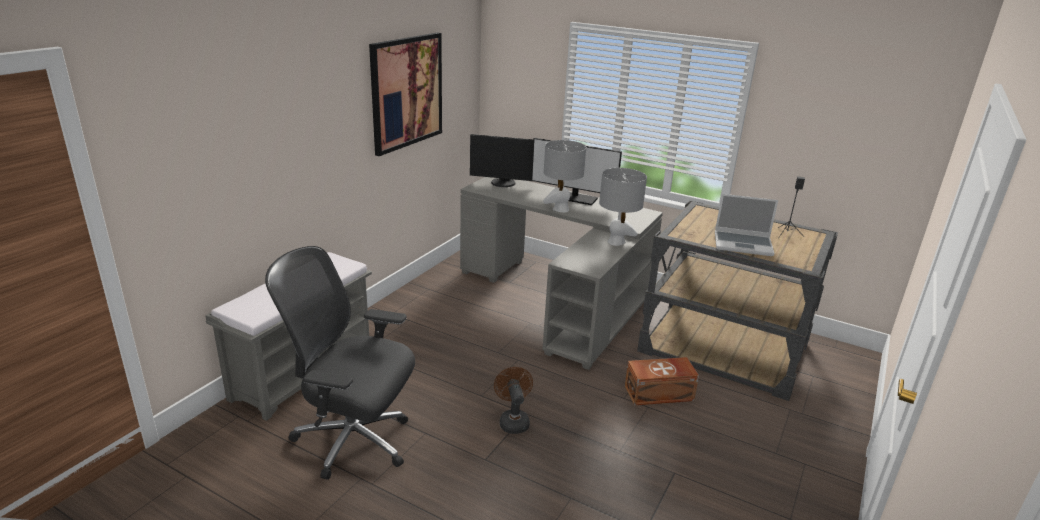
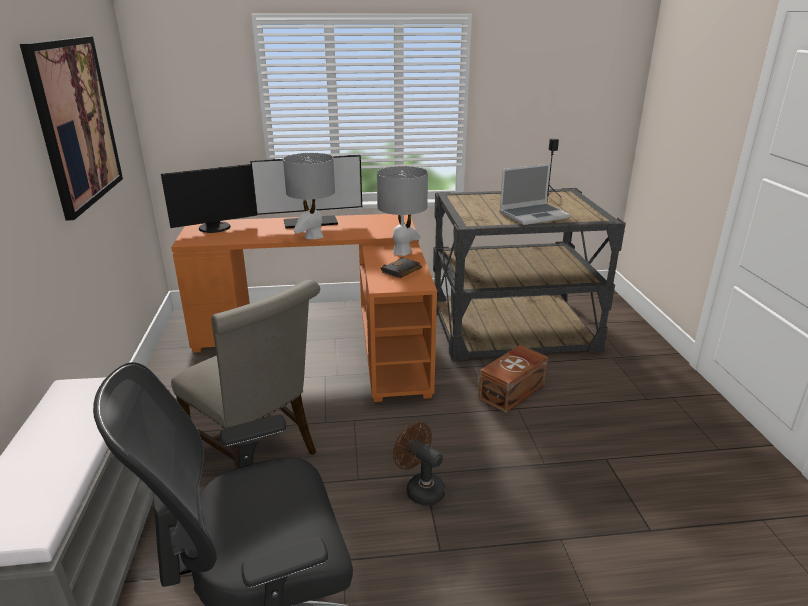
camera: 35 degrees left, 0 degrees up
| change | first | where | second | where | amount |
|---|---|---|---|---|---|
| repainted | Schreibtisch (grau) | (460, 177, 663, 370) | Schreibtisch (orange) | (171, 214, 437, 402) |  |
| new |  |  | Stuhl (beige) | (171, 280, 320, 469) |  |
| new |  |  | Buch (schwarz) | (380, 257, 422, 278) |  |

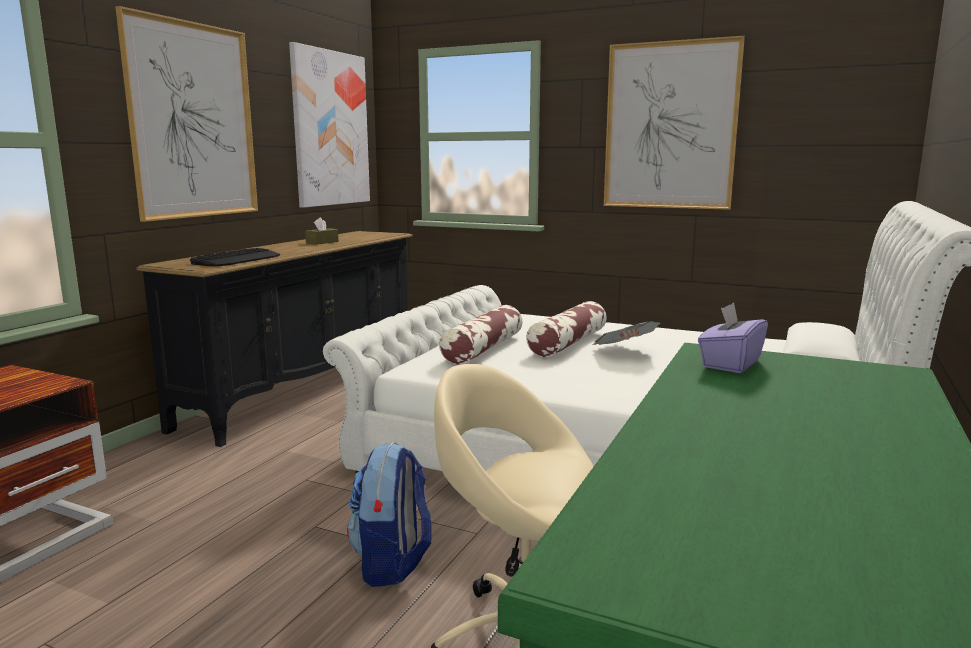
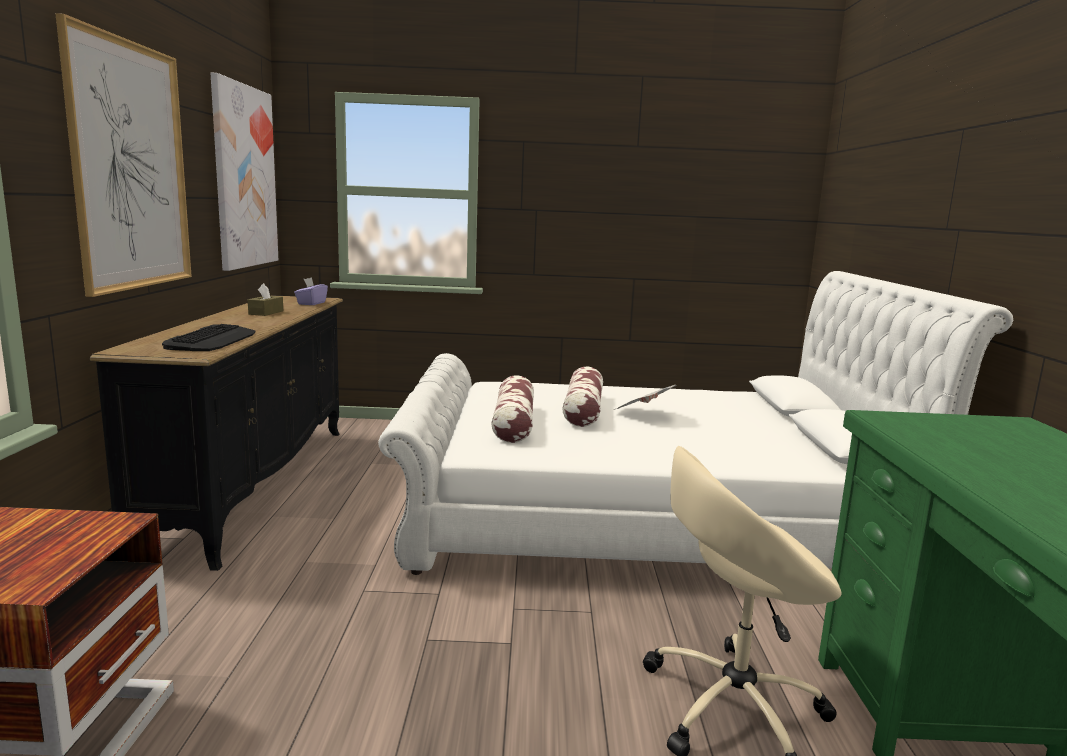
camera: 25 degrees left, 0 degrees up
| change | first | where | second | where | amount |
|---|---|---|---|---|---|
| shifted | Taschentuchbox (lila) | (698, 302, 768, 373) |  | (294, 277, 328, 305) |  |
| gone | Rucksack | (347, 442, 432, 587) |  |  |  |
| gone | Bild | (604, 36, 745, 210) |  |  |  |

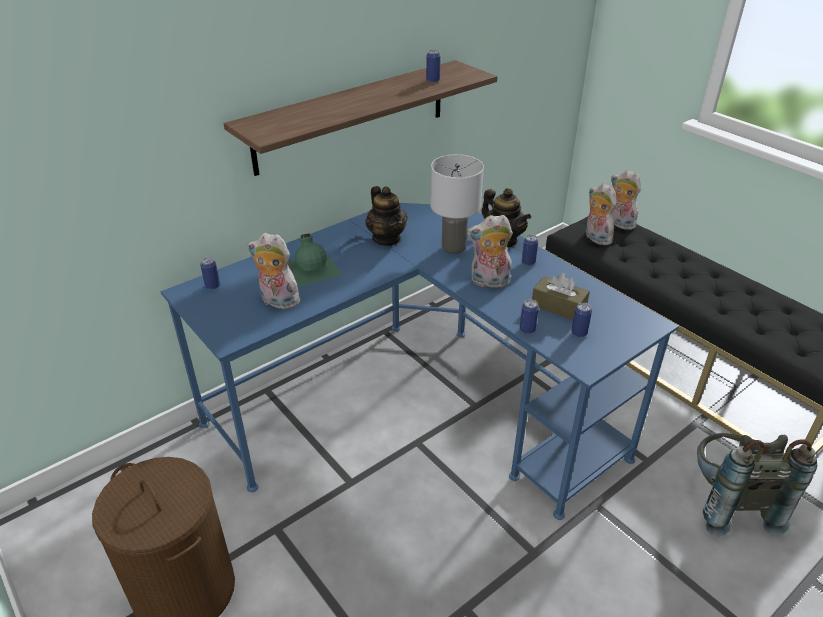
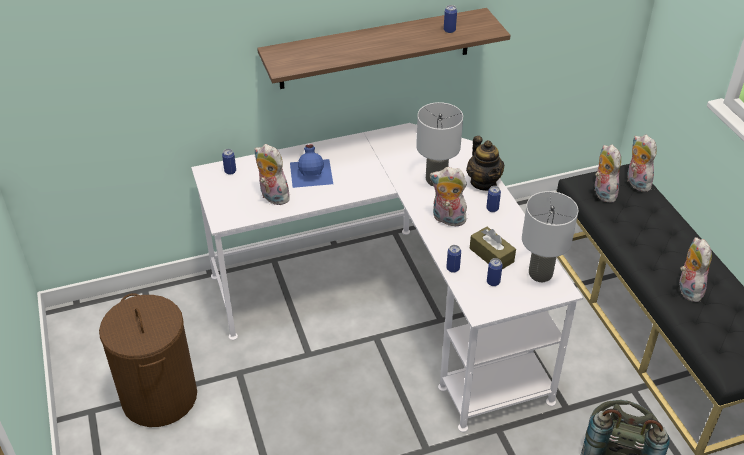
camera: 20 degrees right, 5 degrees up
| change | first | where | second | where | amount |
|---|---|---|---|---|---|
| repainted | Schreibtisch (blau) | (161, 203, 679, 520) | Schreibtisch (weiß) | (191, 123, 583, 432) |  |
| repainted | Flasche (grün) | (288, 233, 342, 287) | Flasche (blau) | (290, 145, 333, 188) |  |
| new |  |  | Tischlampe (weiß) | (522, 191, 578, 282) |  |
| new |  |  | Plüschtier | (678, 237, 712, 302) |  |
| gone | Teekanne | (366, 186, 408, 246) |  |  |  |

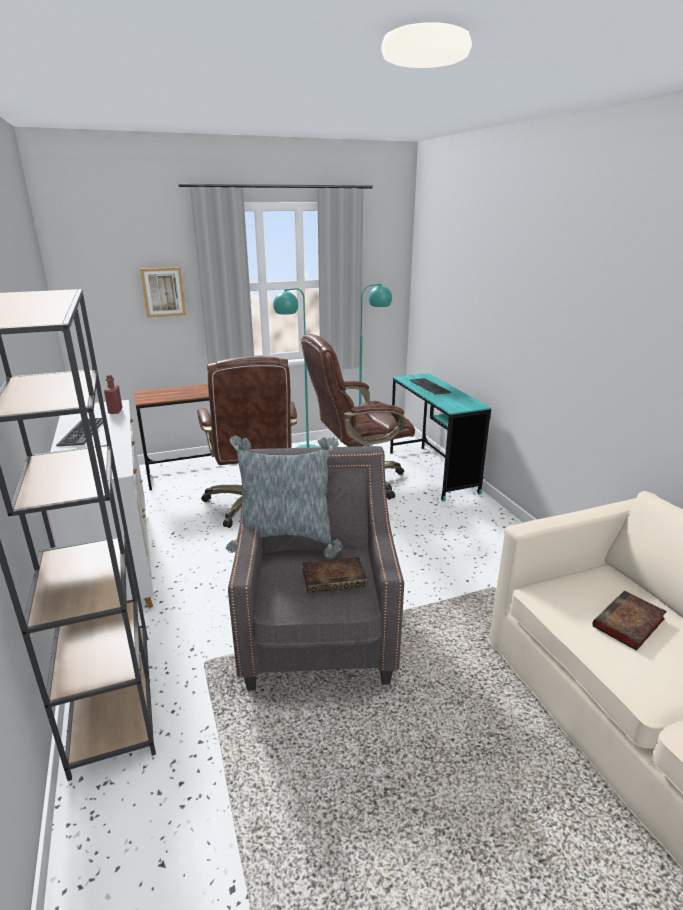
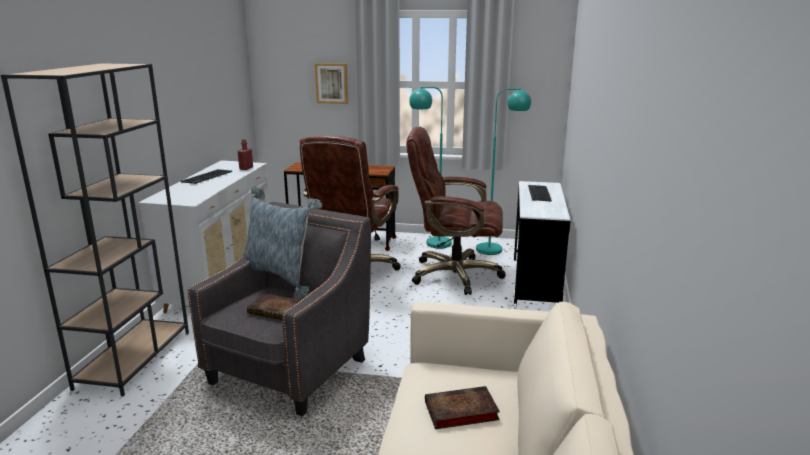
camera: 30 degrees right, 5 degrees down
| change | first | where | second | where | amount |
|---|---|---|---|---|---|
| repainted | Schreibtisch (türkis) | (390, 373, 491, 501) | Schreibtisch (weiß) | (514, 181, 571, 309) |  |

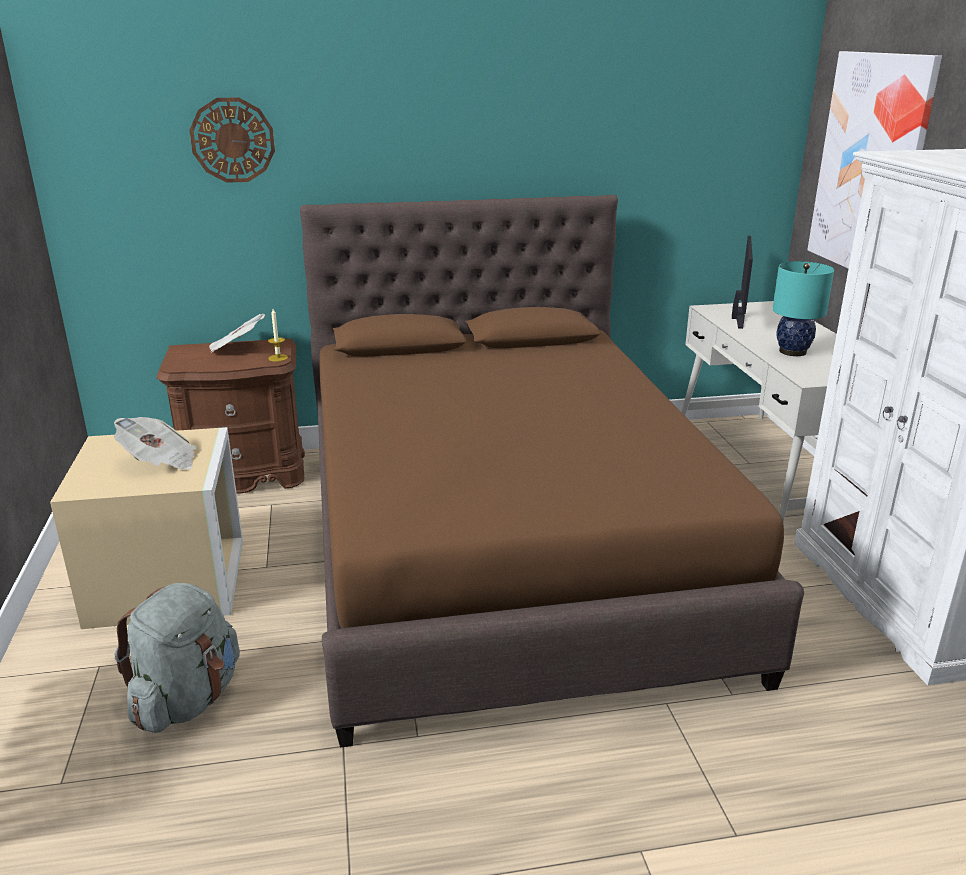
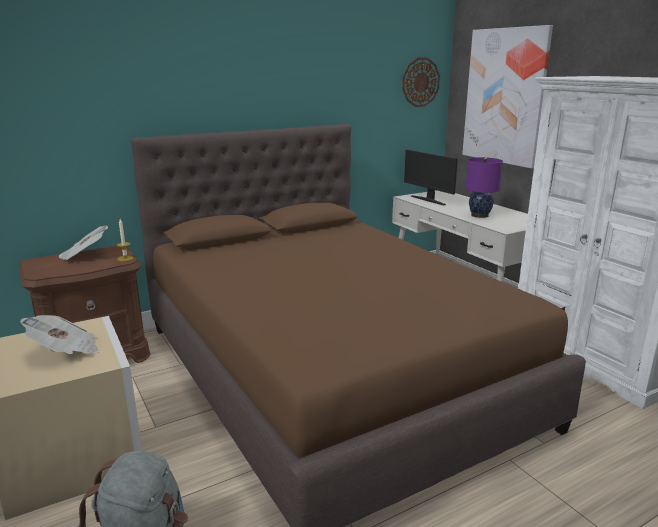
camera: 20 degrees left, 5 degrees down
| change | first | where | second | where | amount |
|---|---|---|---|---|---|
| shifted | Wanduhr | (189, 98, 275, 183) |  | (402, 58, 440, 107) |  |
| rotated | Monitor | (732, 236, 753, 329) |  | (404, 150, 458, 206) | 150 degrees clockwise |
| repainted | Tischlampe (türkis) | (773, 261, 834, 356) | Tischlampe (lila) | (465, 157, 503, 218) |  |

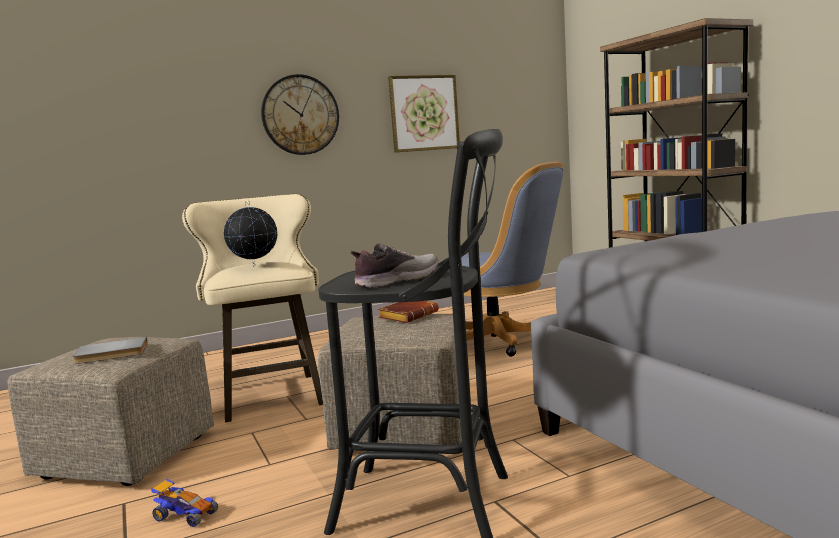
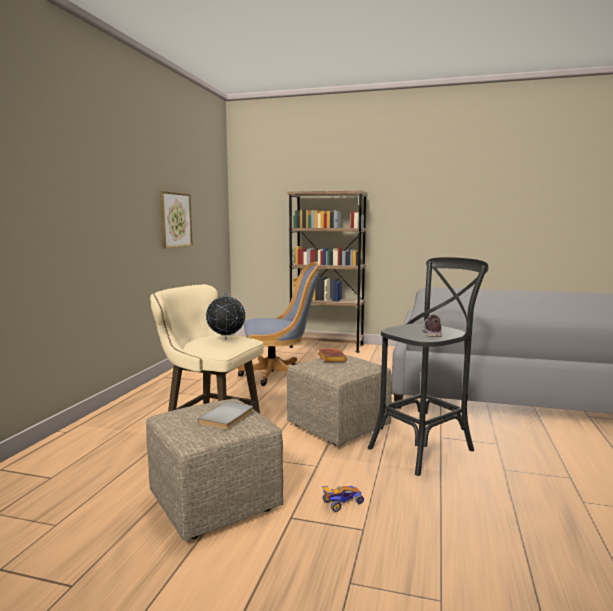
camera: 50 degrees left, 0 degrees up
| change | first | where | second | where | amount |
|---|---|---|---|---|---|
| gone | Wanduhr | (261, 74, 339, 155) |  |  |  |

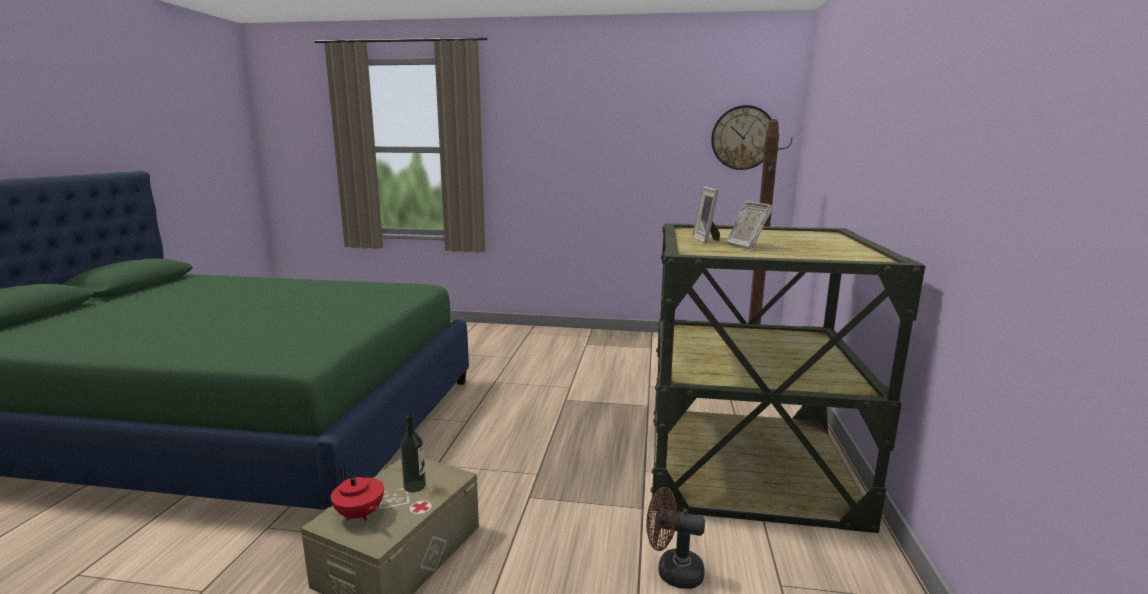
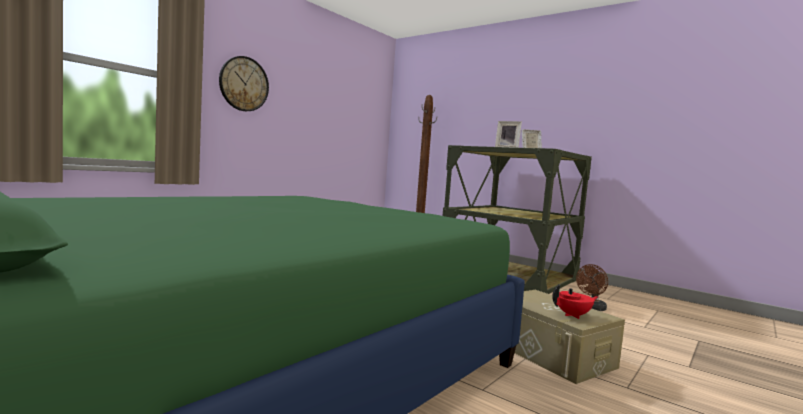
camera: 60 degrees left, 10 degrees down
| change | first | where | second | where | amount |
|---|---|---|---|---|---|
| shifted | Wanduhr | (711, 105, 771, 170) |  | (219, 56, 269, 111) |  |
| gone | Flasche | (400, 413, 426, 493) |  |  |  |

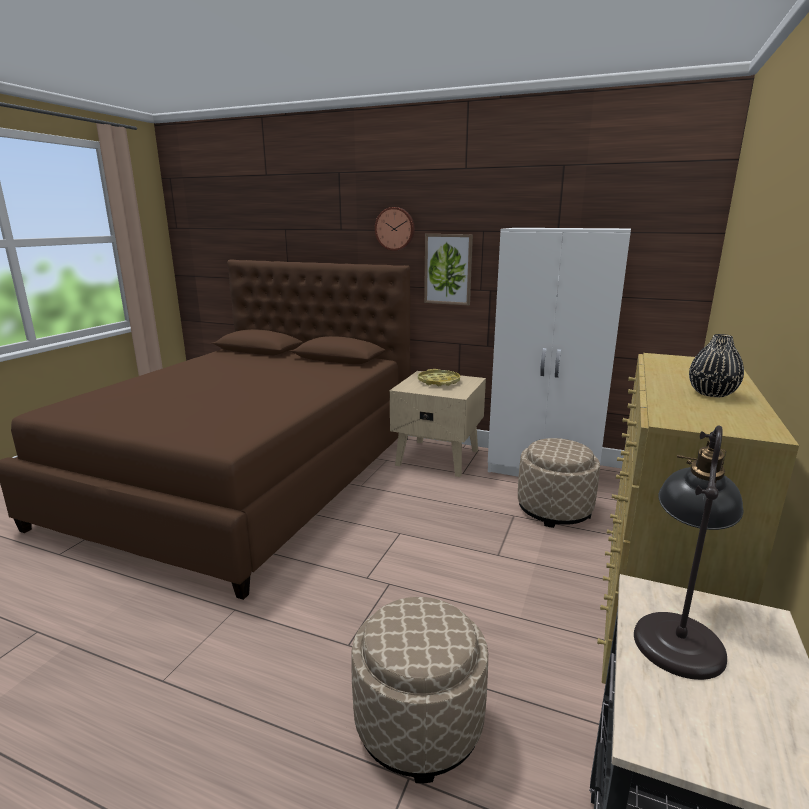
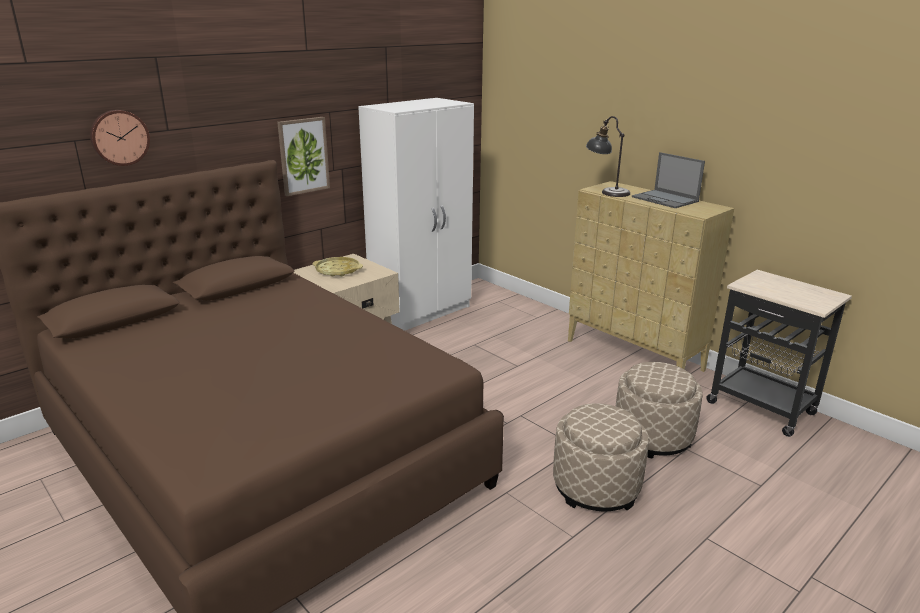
camera: 65 degrees left, 5 degrees up
| change | first | where | second | where | amount |
|---|---|---|---|---|---|
| shifted | Wanduhr | (375, 207, 415, 251) |  | (90, 110, 150, 166) |  |
| shifted | Polsterhocker (beige) | (518, 438, 600, 528) |  | (553, 403, 649, 511) |  |
| shifted | Tischlampe (grau) | (634, 425, 744, 680) |  | (586, 116, 630, 197) |  |
| swapped | Vase (schwarz) | (689, 334, 744, 397) | Laptop | (632, 152, 705, 208) |  |

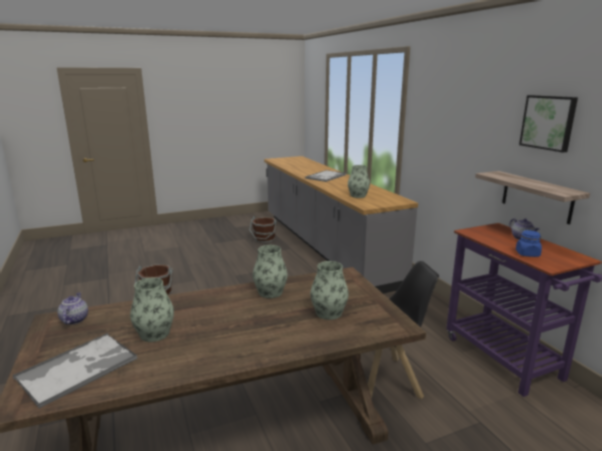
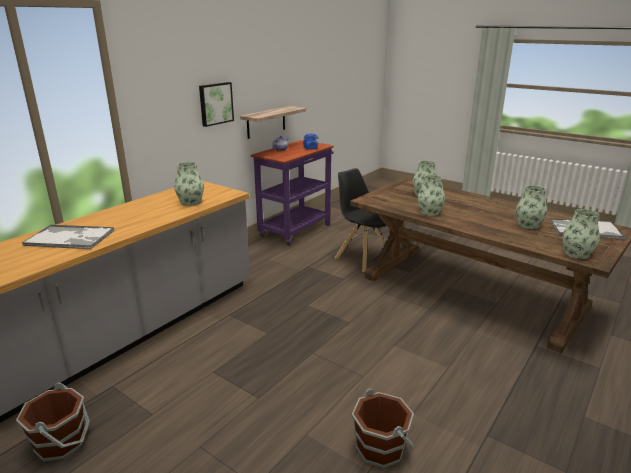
camera: 120 degrees left, 5 degrees up
| change | first | where | second | where | amount |
|---|---|---|---|---|---|
| shifted | Bild | (519, 95, 578, 153) |  | (199, 82, 234, 127) |  |
| swapped | Teekanne | (58, 293, 88, 325) | Vase | (563, 209, 600, 259) |  |

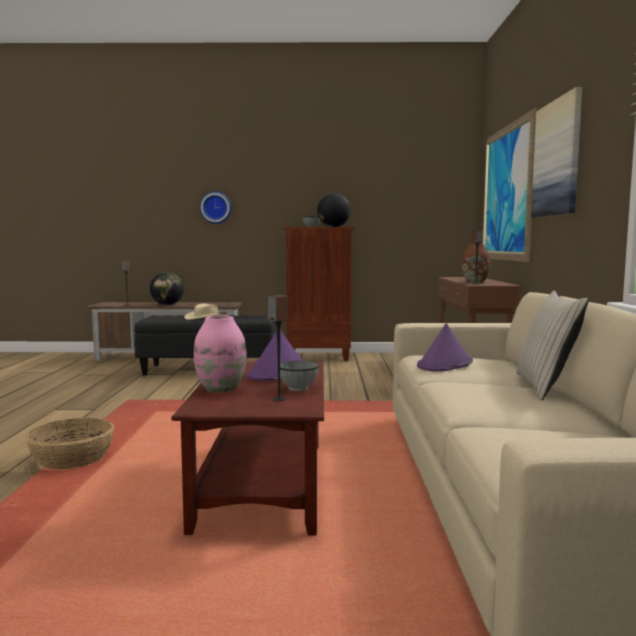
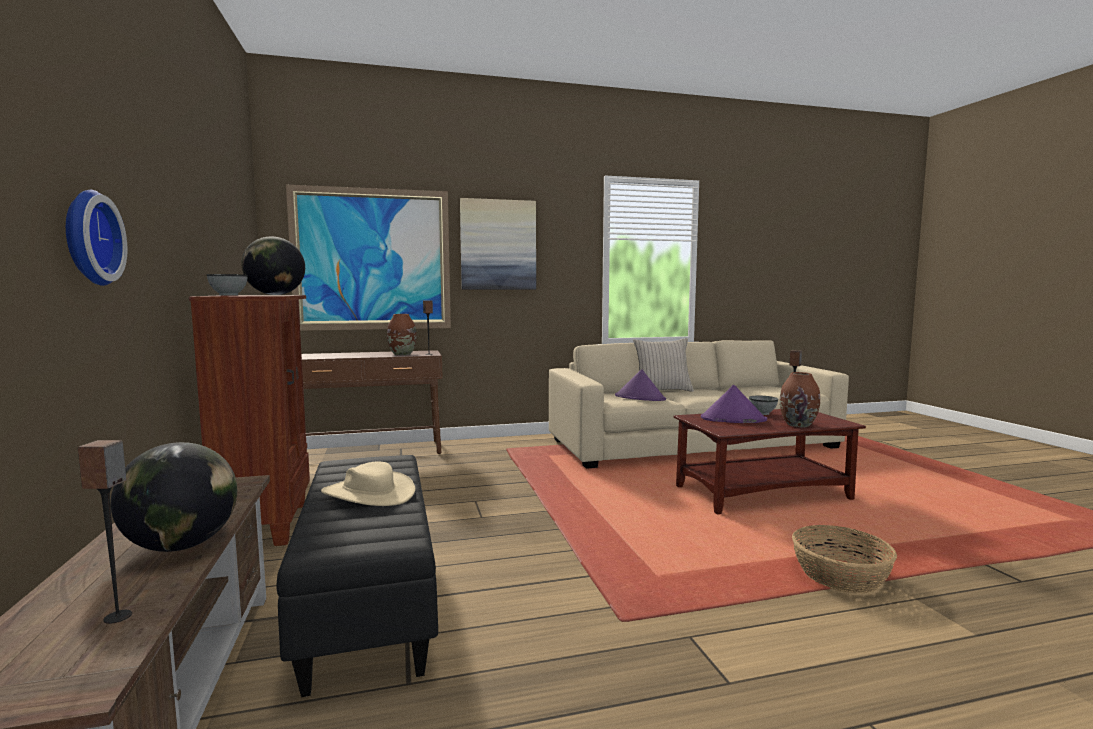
camera: 105 degrees left, 0 degrees up
| change | first | where | second | where | amount |
|---|---|---|---|---|---|
| repainted | Vase (rosa) | (194, 315, 247, 393) | Vase (braun) | (780, 372, 820, 427) |  |

